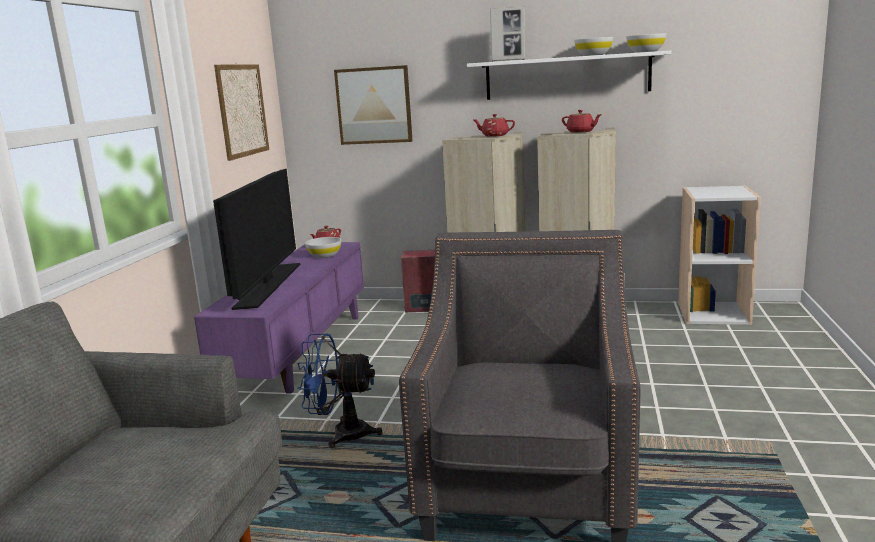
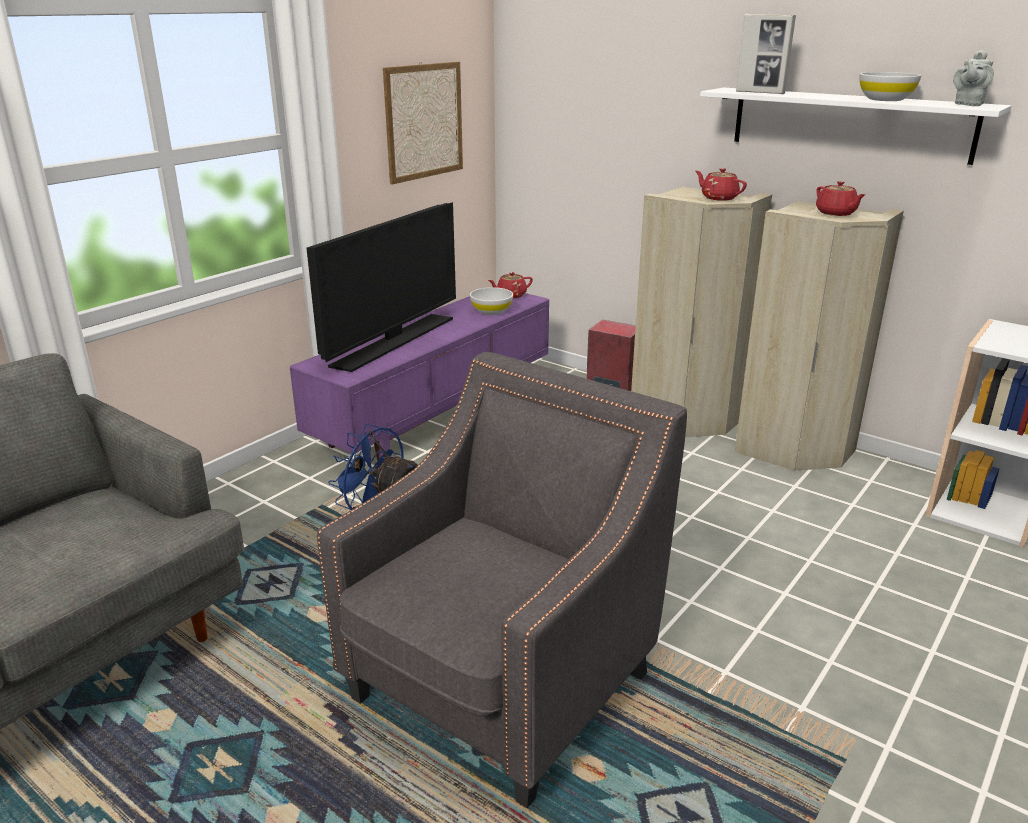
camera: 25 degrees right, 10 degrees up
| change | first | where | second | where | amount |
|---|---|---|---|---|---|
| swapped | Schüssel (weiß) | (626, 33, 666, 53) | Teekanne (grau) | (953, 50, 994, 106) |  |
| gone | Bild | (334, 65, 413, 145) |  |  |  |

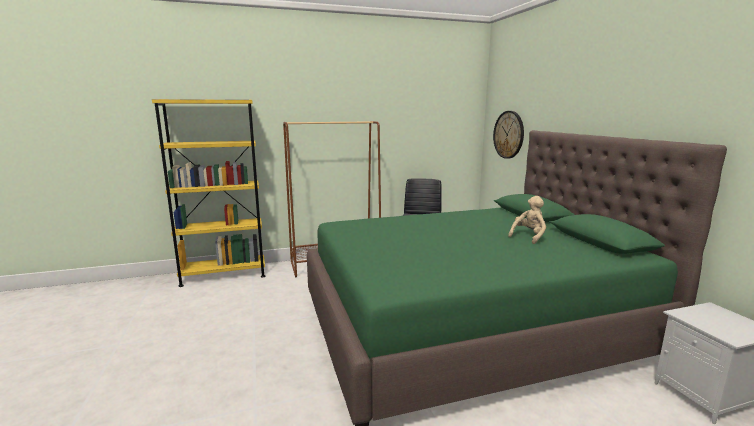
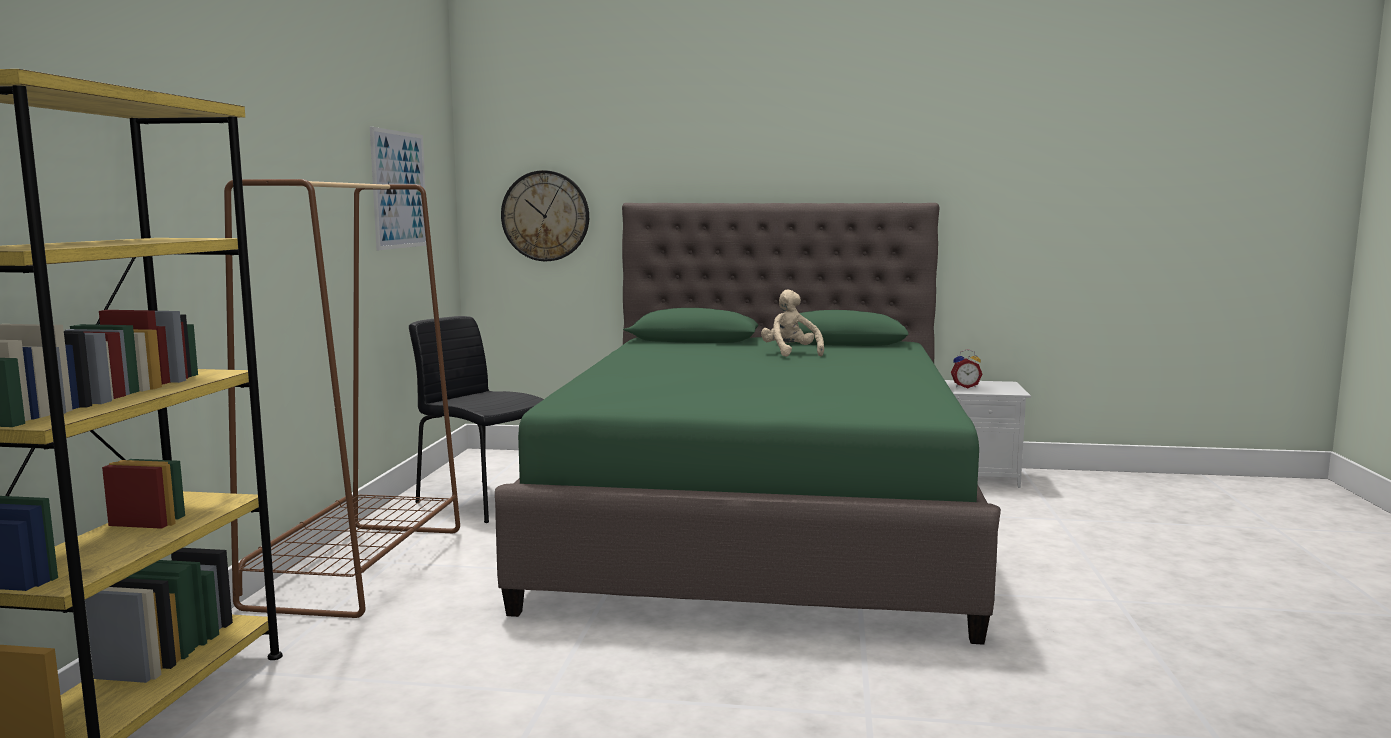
camera: 65 degrees left, 5 degrees down
| change | first | where | second | where | amount |
|---|---|---|---|---|---|
| new |  |  | Bild | (370, 127, 426, 250) |  |
| new |  |  | Wecker | (951, 349, 983, 389) |  |

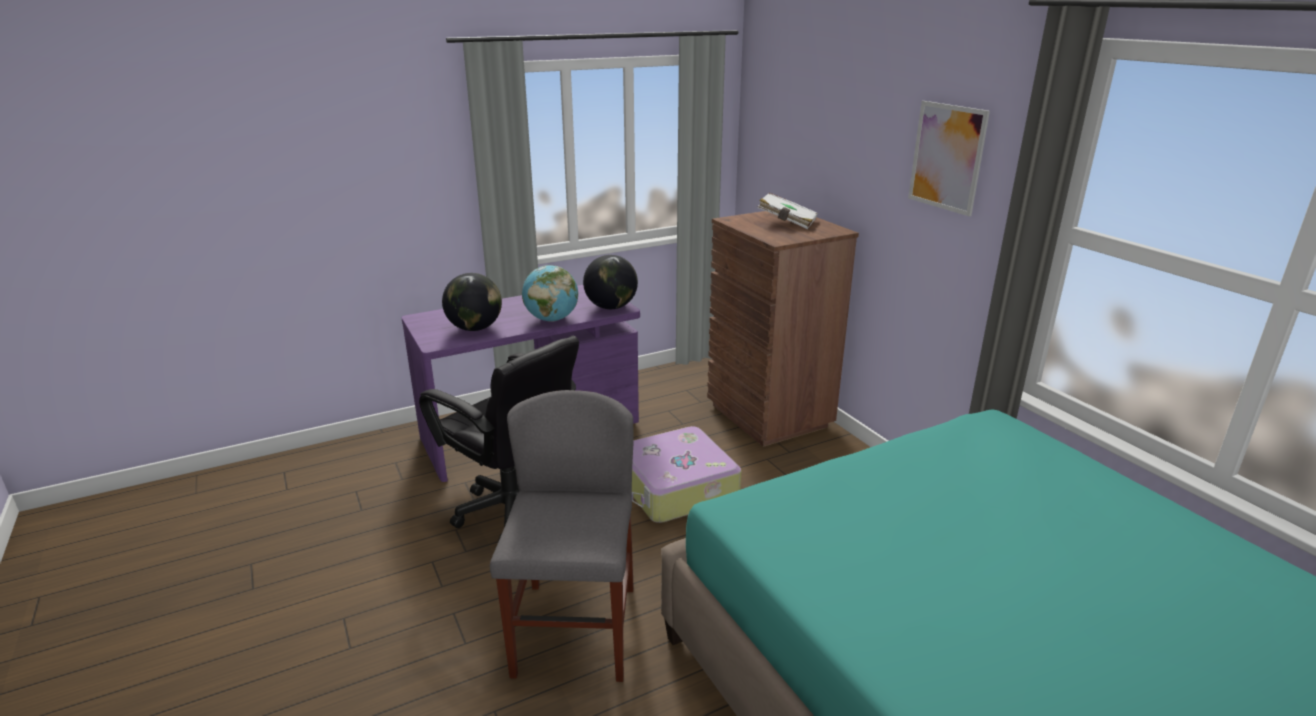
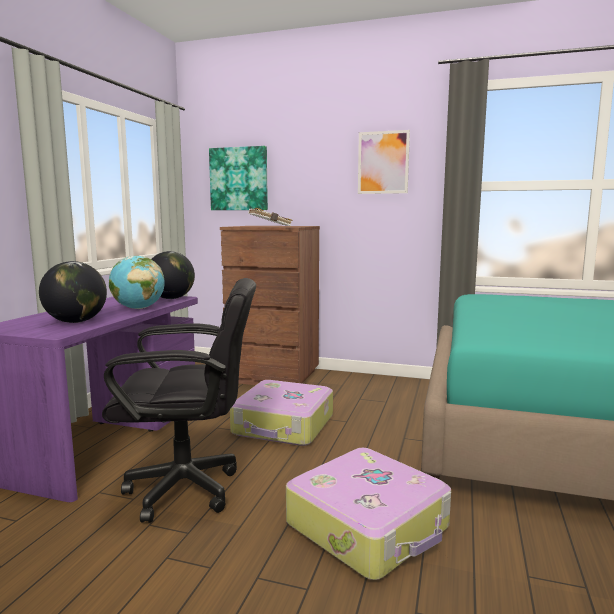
camera: 45 degrees left, 15 degrees down
| change | first | where | second | where | amount |
|---|---|---|---|---|---|
| new |  |  | Bild | (209, 146, 268, 210) |  |
| swapped | Stuhl (grau) | (490, 390, 634, 682) | Koffer | (286, 448, 451, 580) |  |

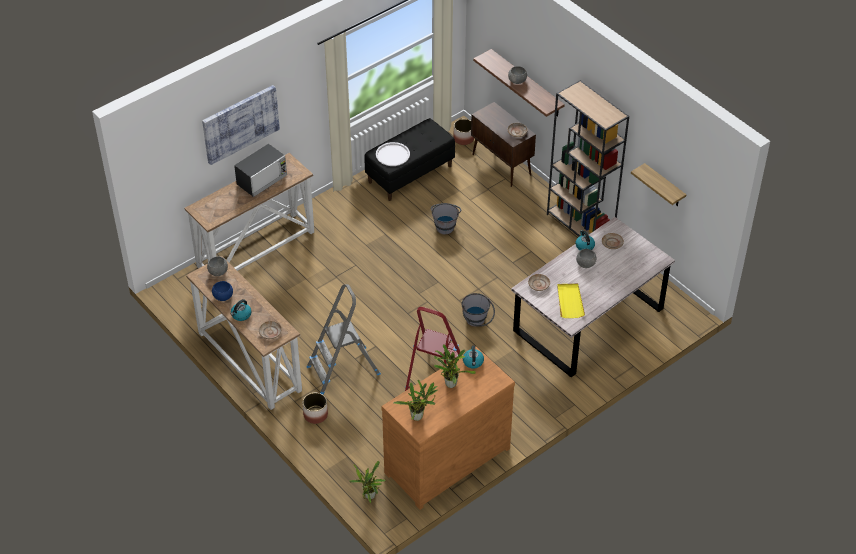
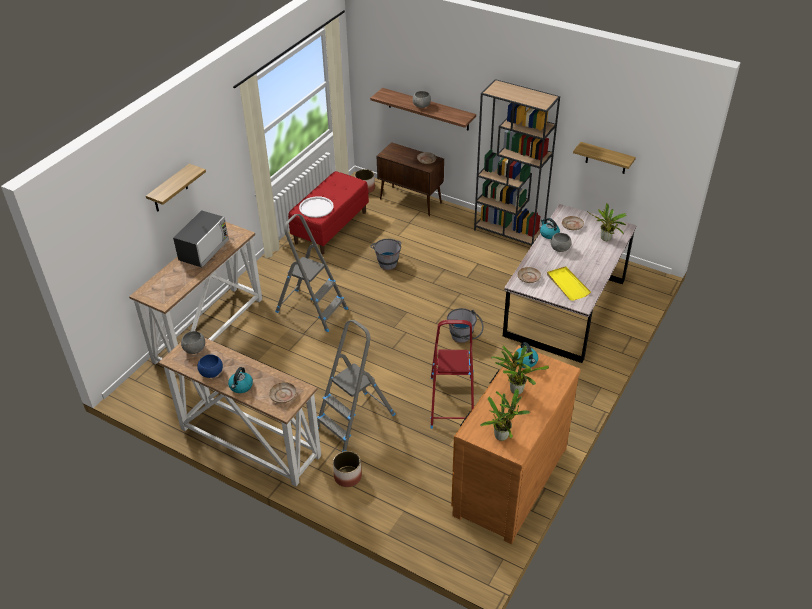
camera: 20 degrees left, 5 degrees down
| change | first | where | second | where | amount |
|---|---|---|---|---|---|
| swapped | Bild | (202, 85, 280, 165) | Wandregal | (146, 164, 206, 212) |  |
| new |  |  | Trittleiter (grau) | (275, 214, 348, 332) |  |
| repainted | Bank (schwarz) | (364, 118, 455, 201) | Bank (rot) | (288, 171, 369, 254) |  |
| shifted | Topfpflanze | (350, 461, 386, 504) |  | (588, 203, 627, 241) |  |

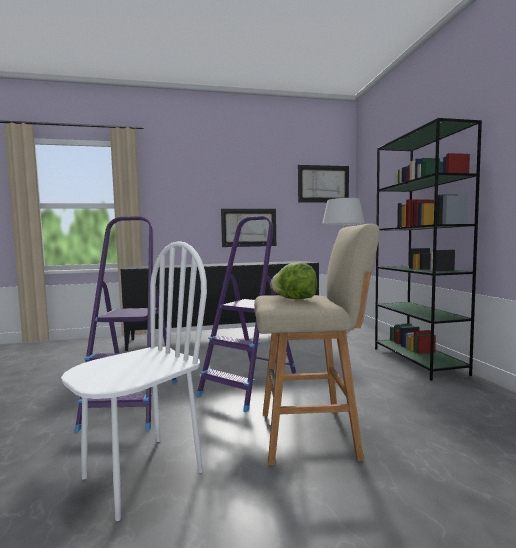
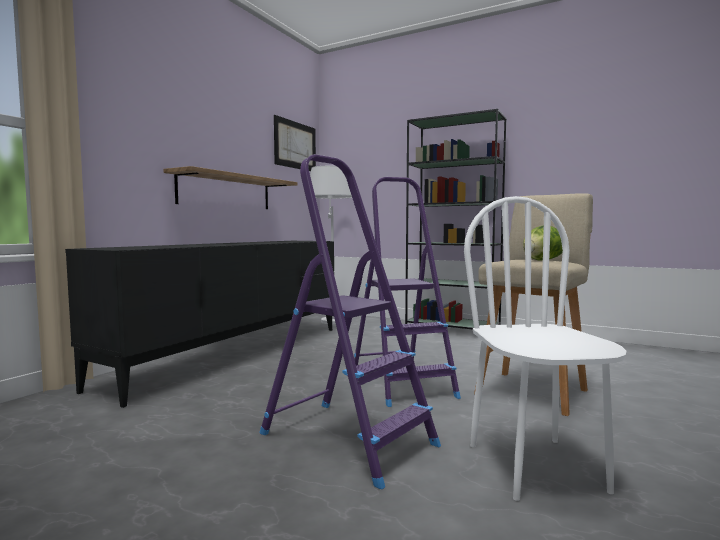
camera: 50 degrees left, 0 degrees up
| change | first | where | second | where | amount |
|---|---|---|---|---|---|
| swapped | Bild | (221, 209, 276, 247) | Wandregal | (163, 166, 298, 209) |  |

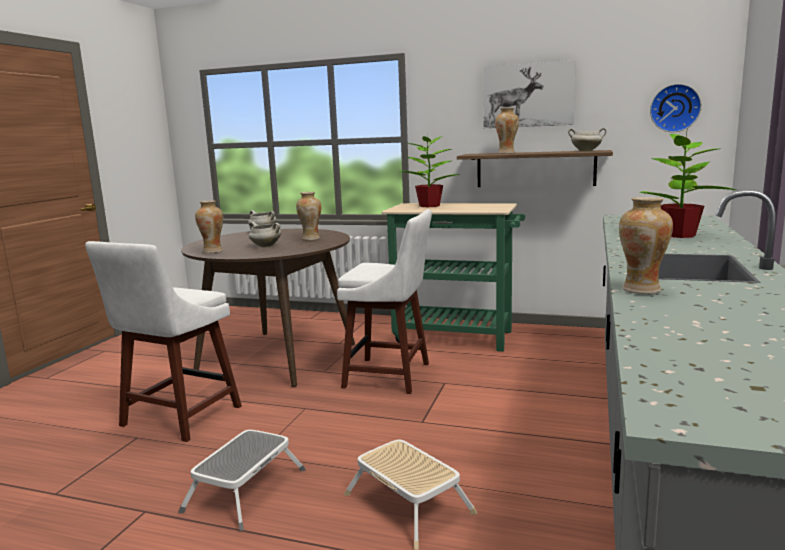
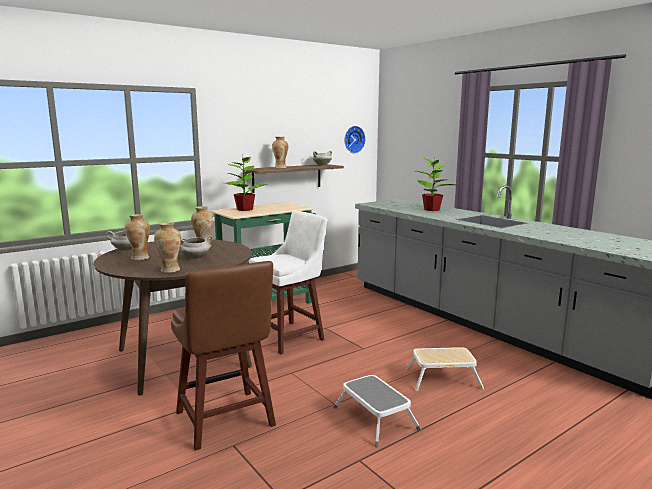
camera: 55 degrees left, 0 degrees up
| change | first | where | second | where | amount |
|---|---|---|---|---|---|
| shifted | Vase | (619, 197, 673, 294) |  | (125, 214, 150, 260) |  |
| repainted | Stuhl (weiß) | (85, 241, 242, 442) | Stuhl (braun) | (171, 261, 276, 451) |  |
| gone | Bild | (483, 60, 576, 128) |  |  |  |

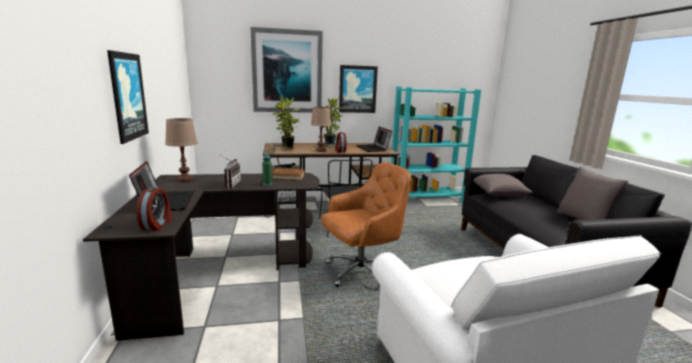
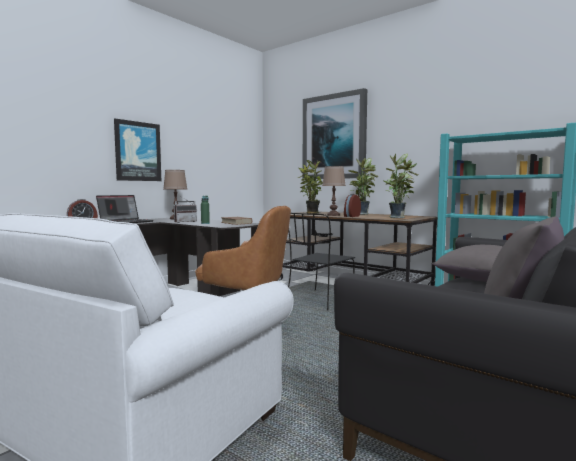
camera: 50 degrees right, 10 degrees down
| change | first | where | second | where | amount |
|---|---|---|---|---|---|
| swapped | Laptop | (356, 127, 392, 152) | Topfpflanze | (384, 154, 419, 218) |  |
| gone | Bild | (339, 65, 378, 113) |  |  |  |

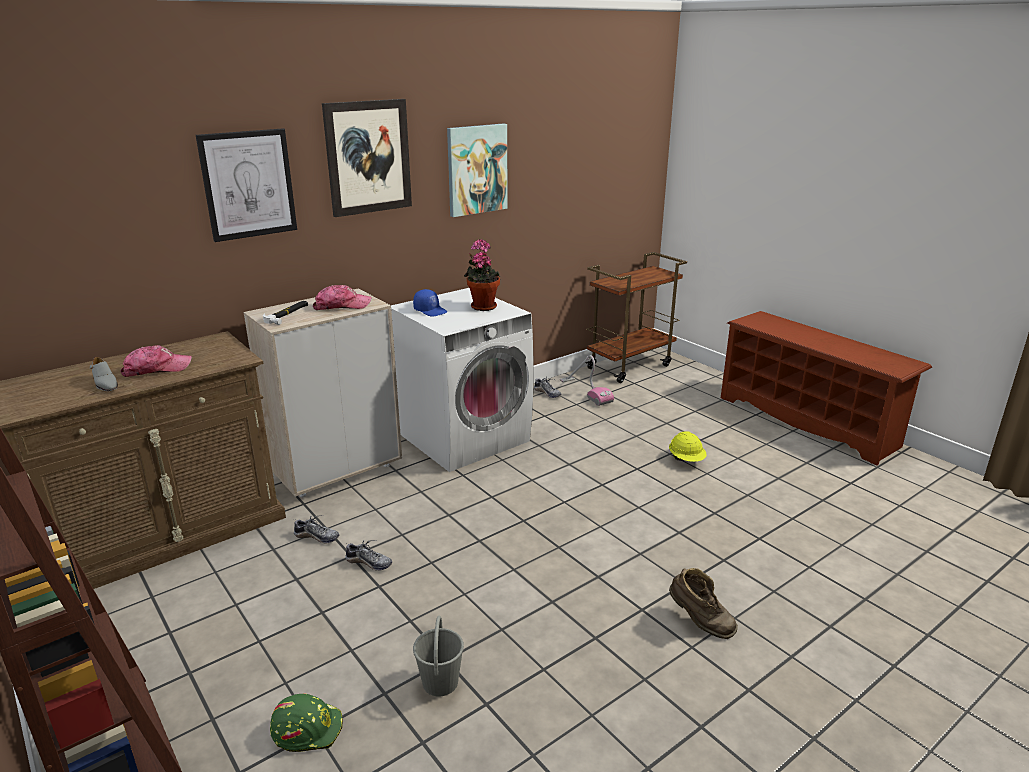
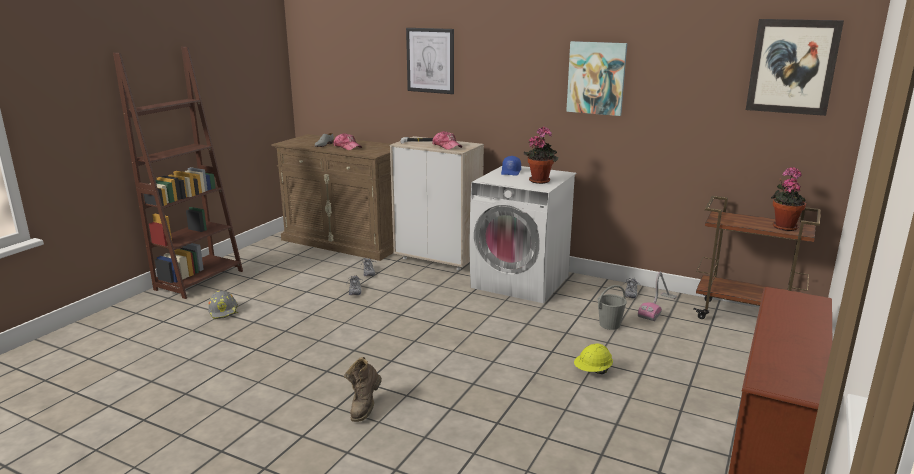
camera: 65 degrees right, 5 degrees down
| change | first | where | second | where | amount |
|---|---|---|---|---|---|
| repainted | Schutzhelm (grün) | (270, 694, 343, 752) | Schutzhelm (grau) | (208, 291, 238, 319) |  |
| shifted | Eimer (grau) | (413, 616, 464, 696) |  | (597, 285, 627, 330) |  |
| shifted | Bild | (322, 99, 412, 217) |  | (746, 19, 844, 116) |  |
| new |  |  | Topfpflanze | (771, 167, 806, 231) |  |

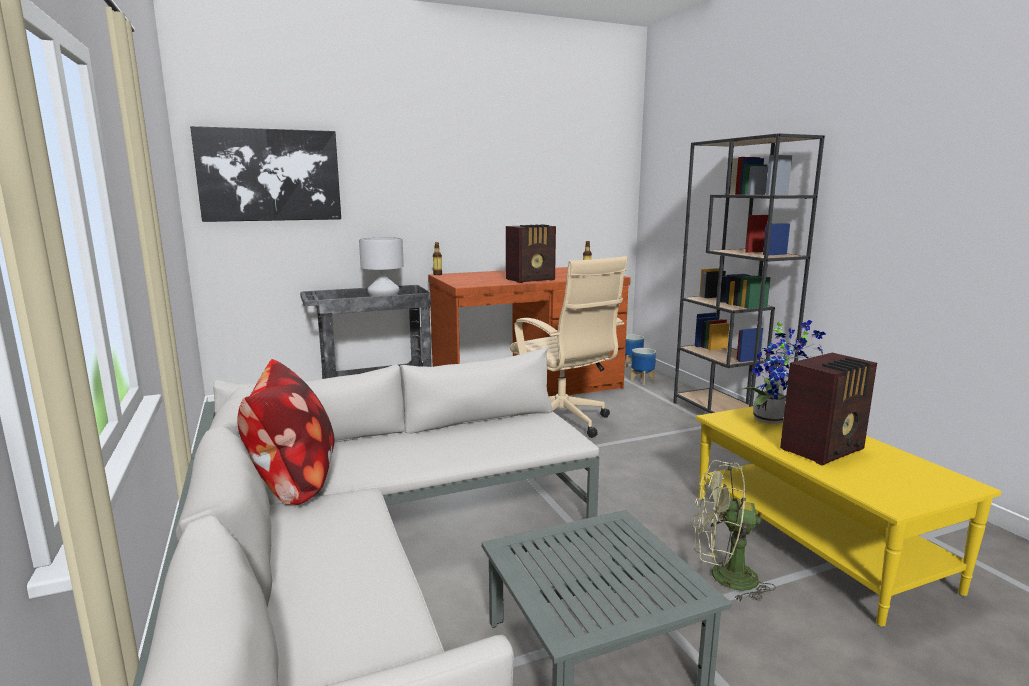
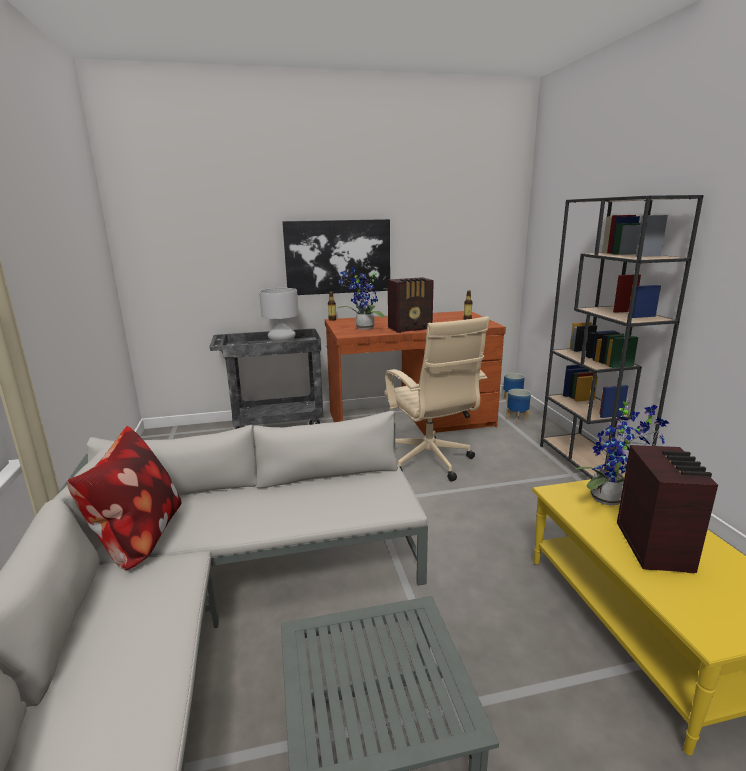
camera: 10 degrees right, 5 degrees up
| change | first | where | second | where | amount |
|---|---|---|---|---|---|
| shifted | Bild | (190, 126, 341, 222) |  | (282, 219, 390, 295) |  |
| new |  |  | Topfpflanze | (337, 267, 385, 330) |  |
| rotated | Radio | (780, 353, 877, 465) |  | (617, 445, 718, 574) | 60 degrees counterclockwise |
| gone | Ventilator (grün) | (693, 460, 776, 602) |  |  |  |

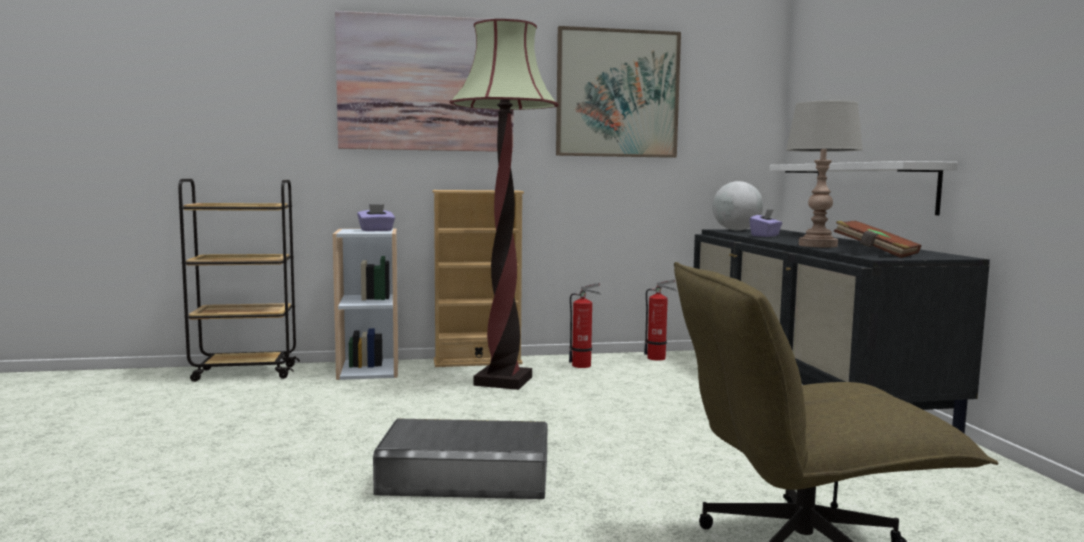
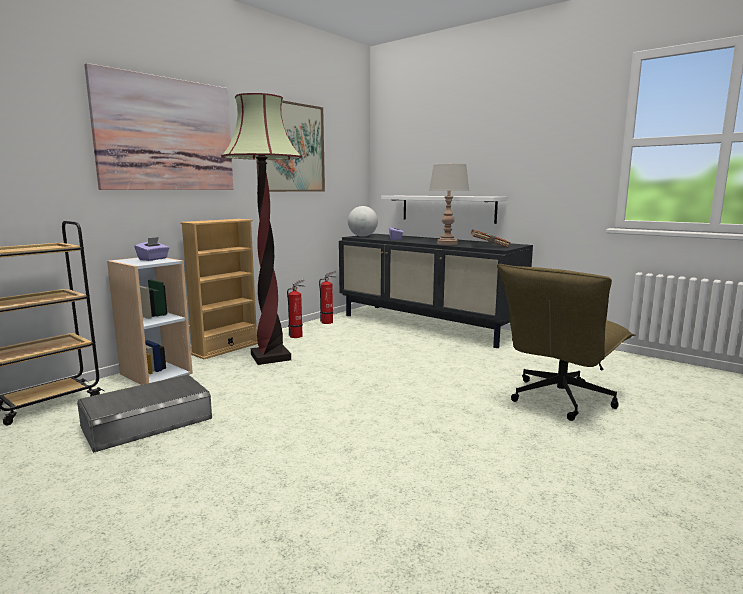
camera: 40 degrees left, 5 degrees up
| change | first | where | second | where | amount |
|---|---|---|---|---|---|
| shifted | Aufbewahrungsbox (grau) | (373, 419, 548, 499) |  | (77, 375, 212, 453) |  |

